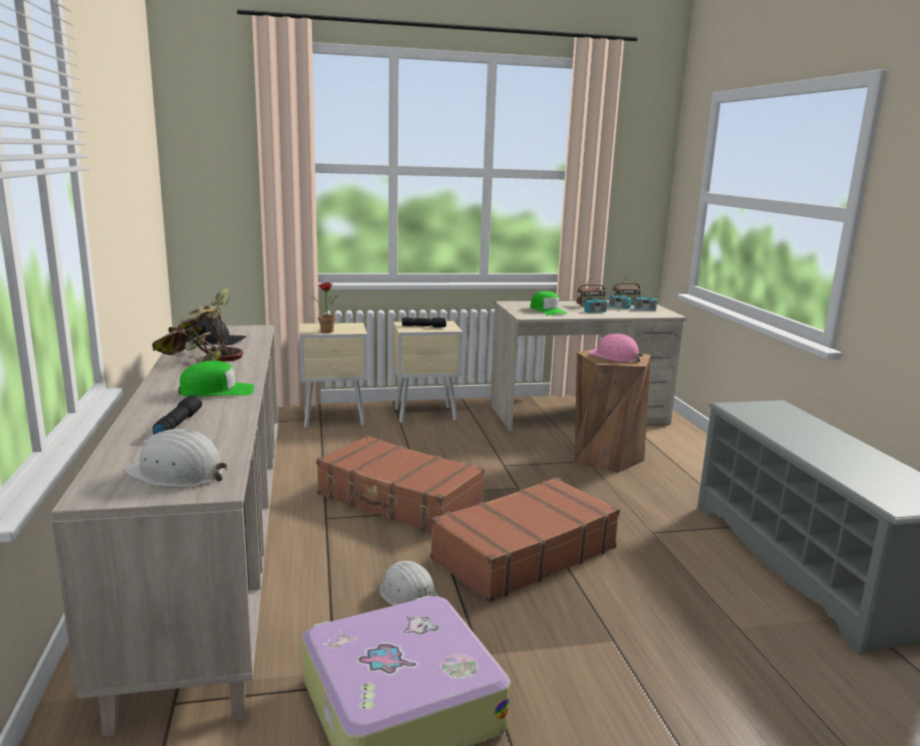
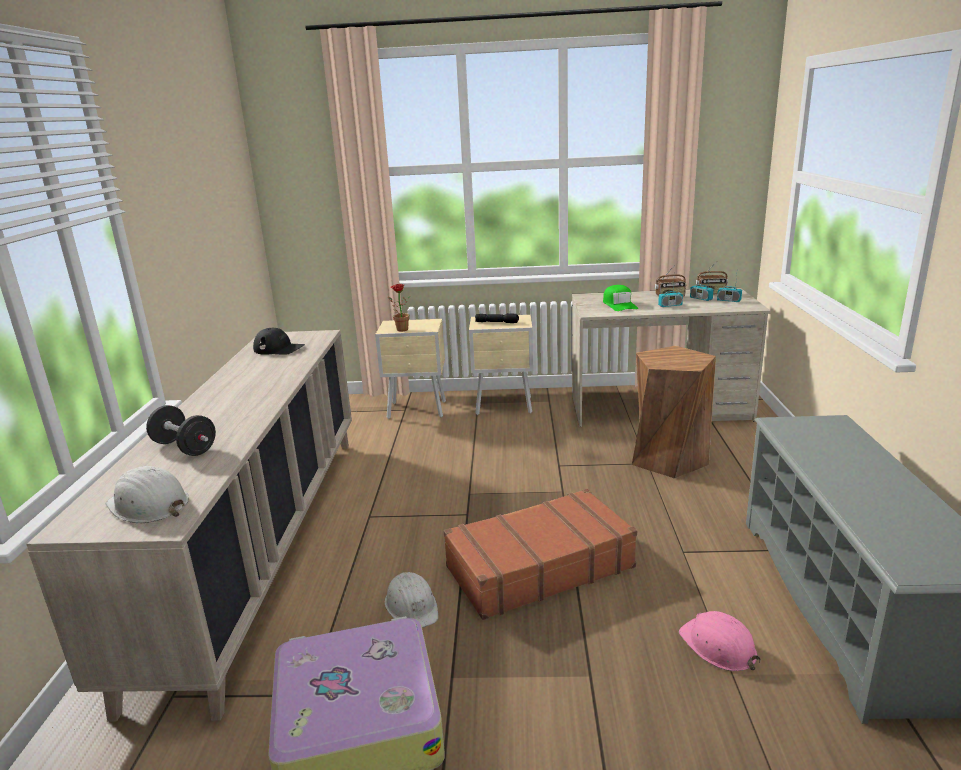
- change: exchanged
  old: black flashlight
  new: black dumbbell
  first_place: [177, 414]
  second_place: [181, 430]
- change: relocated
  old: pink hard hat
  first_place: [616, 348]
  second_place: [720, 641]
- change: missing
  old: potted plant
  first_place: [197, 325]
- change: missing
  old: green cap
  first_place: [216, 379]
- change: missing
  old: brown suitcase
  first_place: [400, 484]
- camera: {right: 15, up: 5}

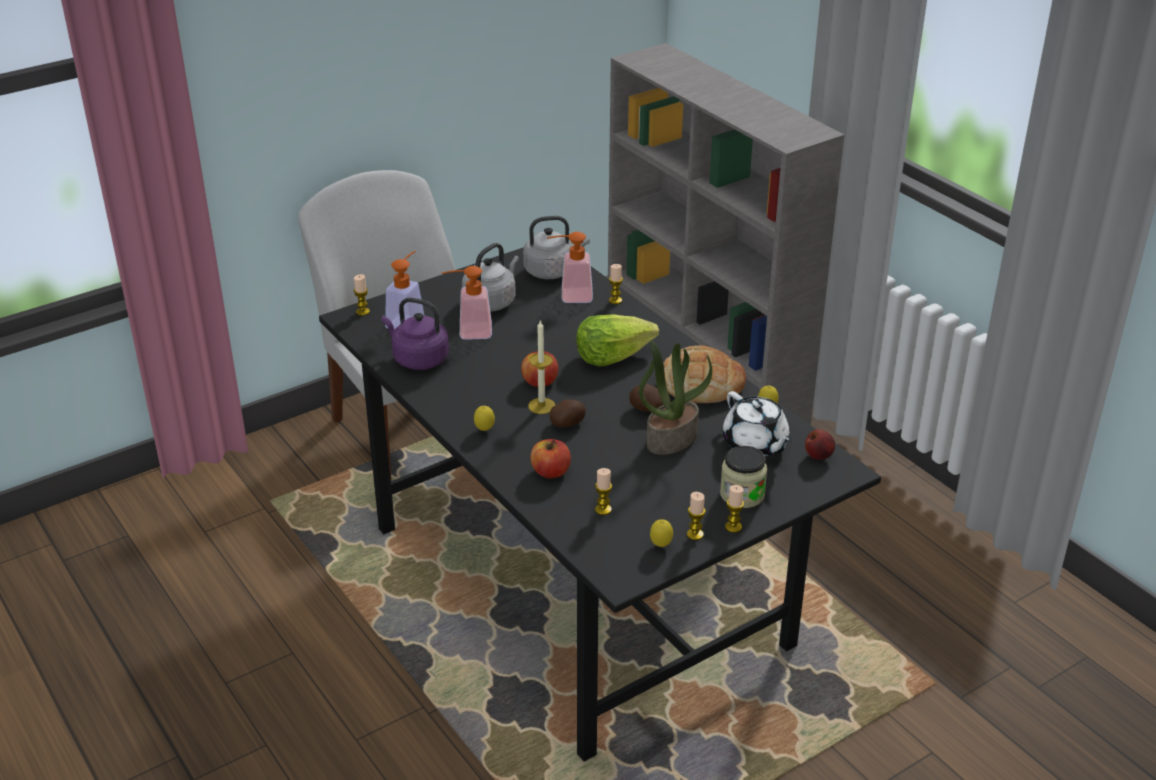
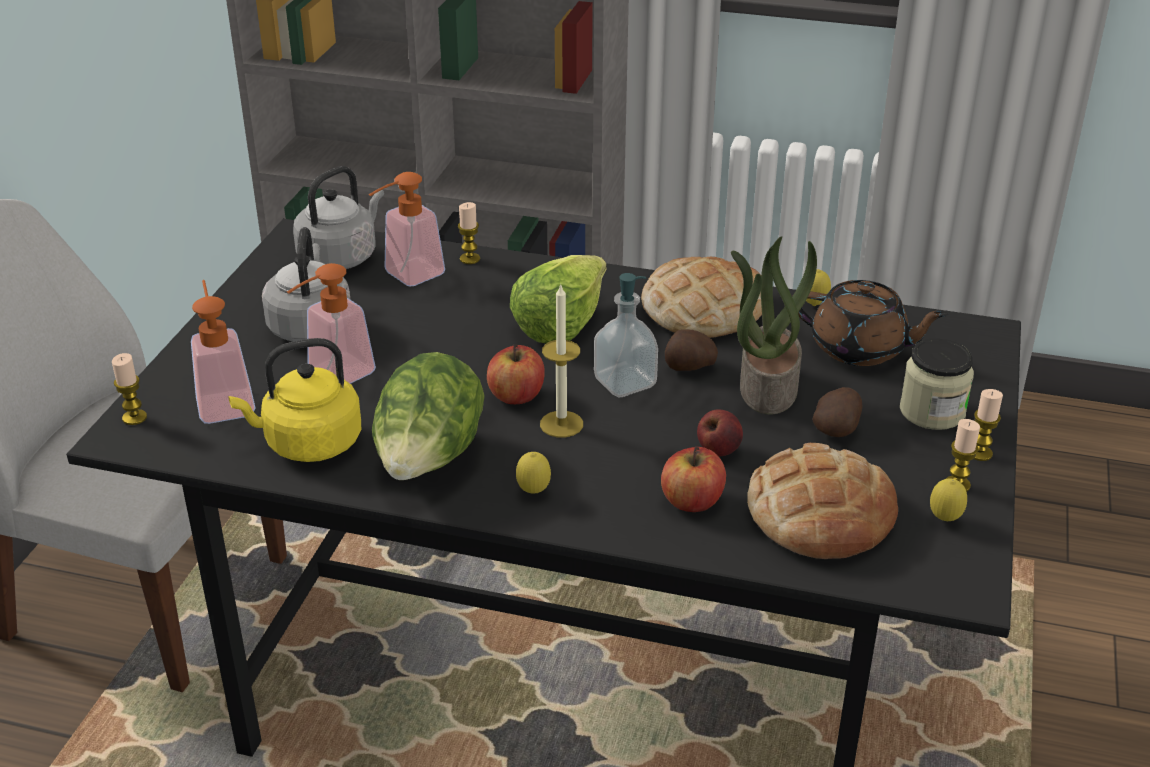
- change: colour
  old: purple kettle
  new: yellow kettle
  first_place: [415, 334]
  second_place: [294, 400]
- change: appeared
  new: lettuce
  second_place: [428, 416]
- change: appeared
  new: soap dispenser
  second_place: [626, 335]
- change: relocated
  old: apple
  first_place: [820, 444]
  second_place: [720, 433]
- change: exchanged
  old: candle
  new: bread
  first_place: [603, 491]
  second_place: [822, 501]
- change: colour
  old: white teapot
  new: brown teapot
  first_place: [757, 423]
  second_place: [871, 323]
- change: relocated
  old: potato
  first_place: [568, 413]
  second_place: [837, 412]
- camera: {right: -40, up: 0}

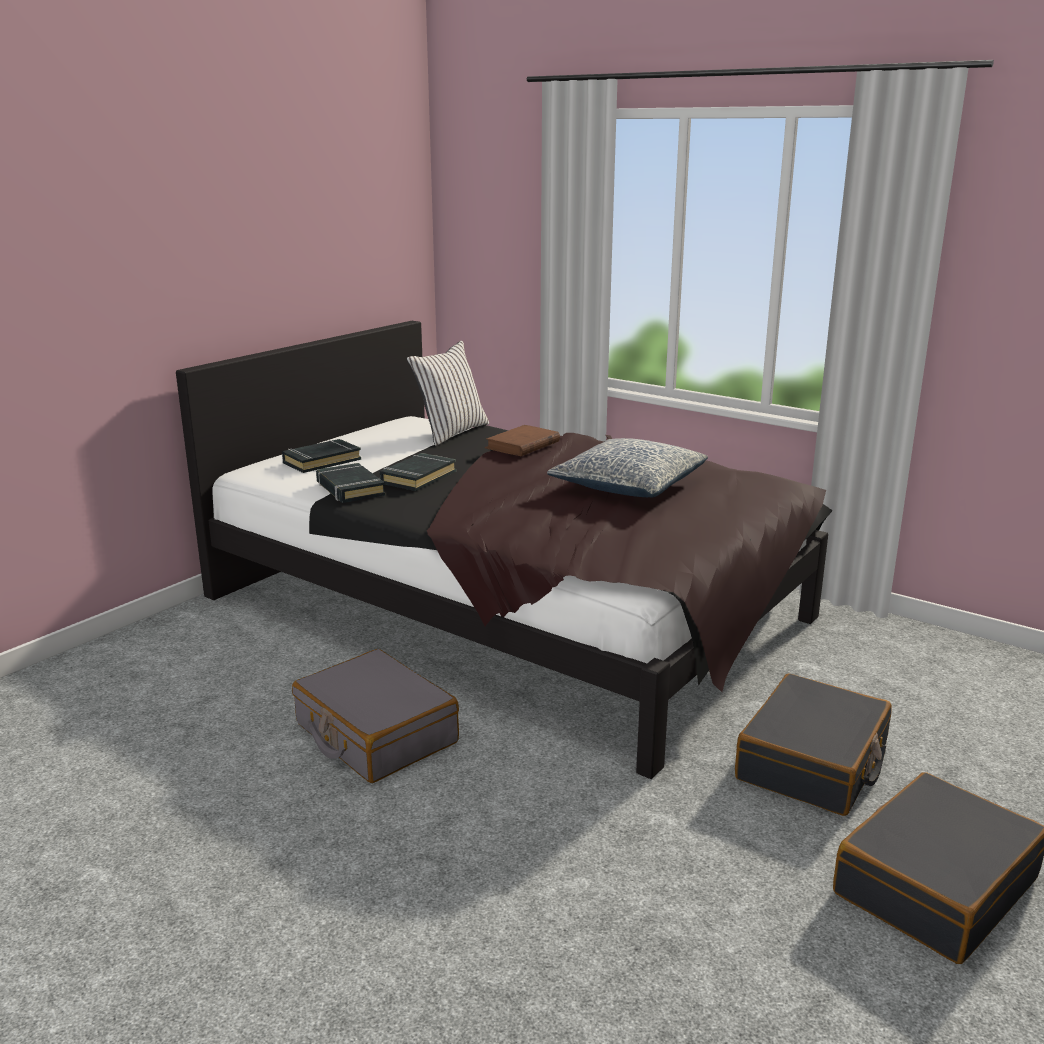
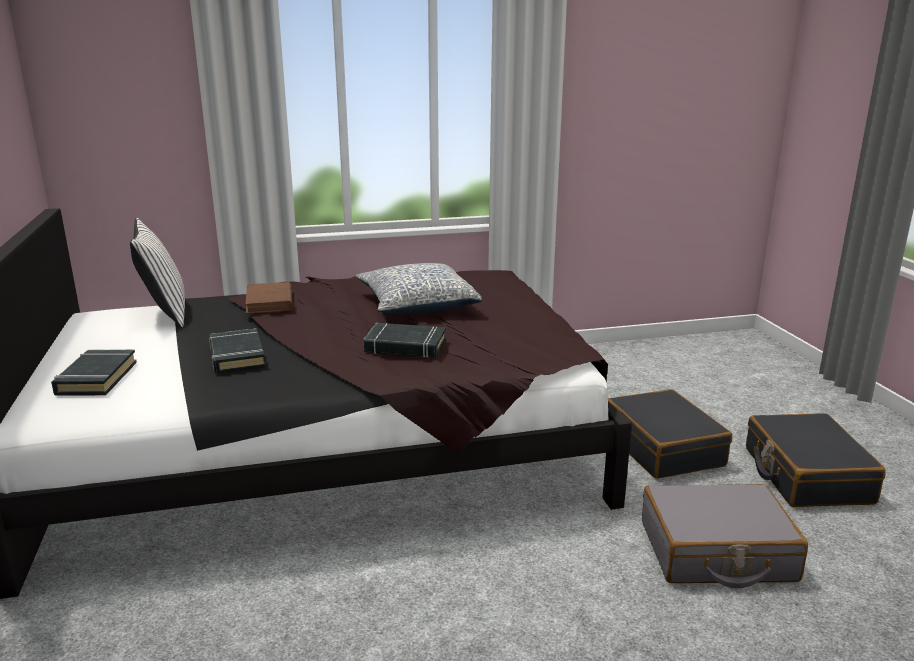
- change: relocated
  old: black book
  first_place: [350, 483]
  second_place: [405, 340]
- change: relocated
  old: grey suitcase
  first_place: [375, 716]
  second_place: [725, 536]
- camera: {right: -50, up: 0}

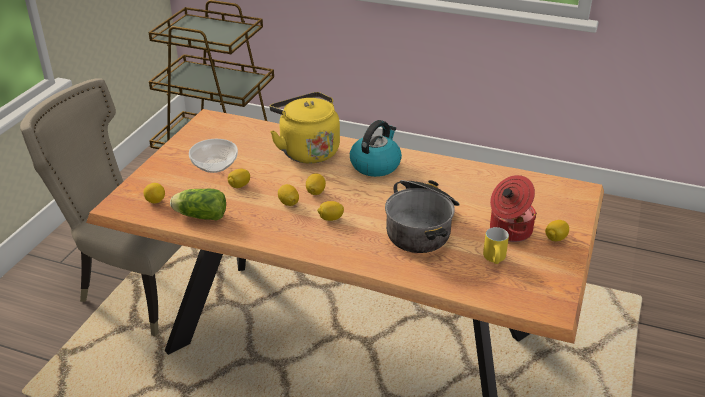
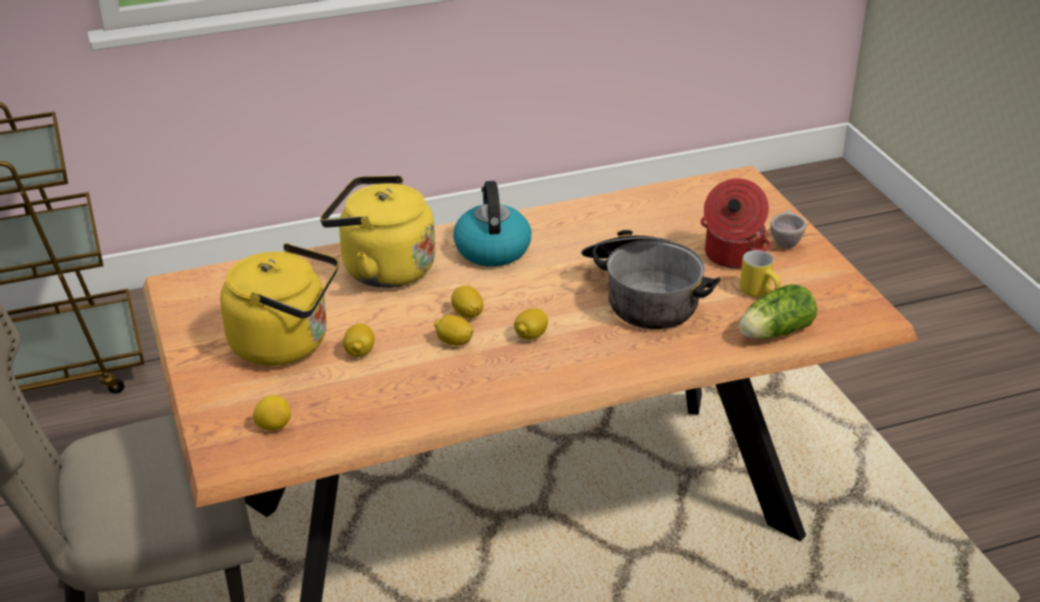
- change: exchanged
  old: bowl
  new: yellow kettle
  first_place: [213, 156]
  second_place: [279, 304]
- change: relocated
  old: lettuce
  first_place: [198, 205]
  second_place: [778, 311]
- change: exchanged
  old: lemon
  new: beige cup
  first_place: [557, 230]
  second_place: [788, 229]
- camera: {right: -40, up: 0}

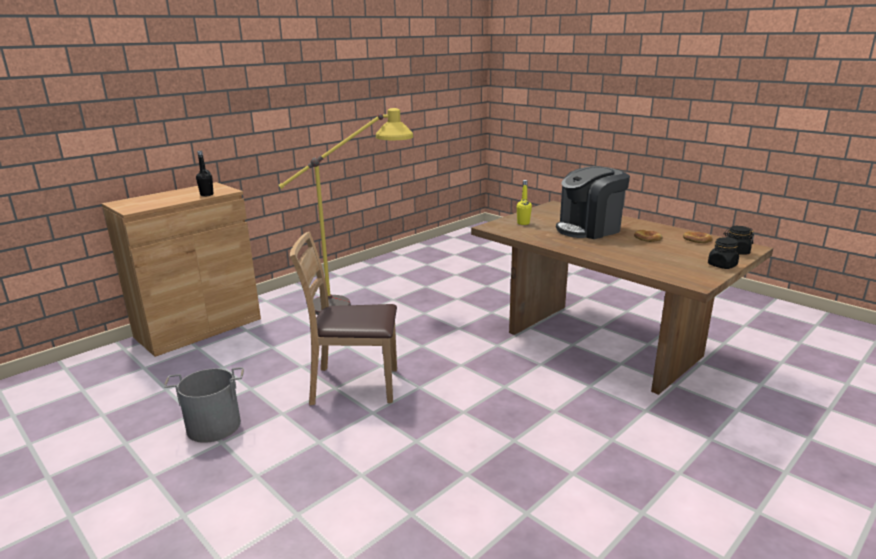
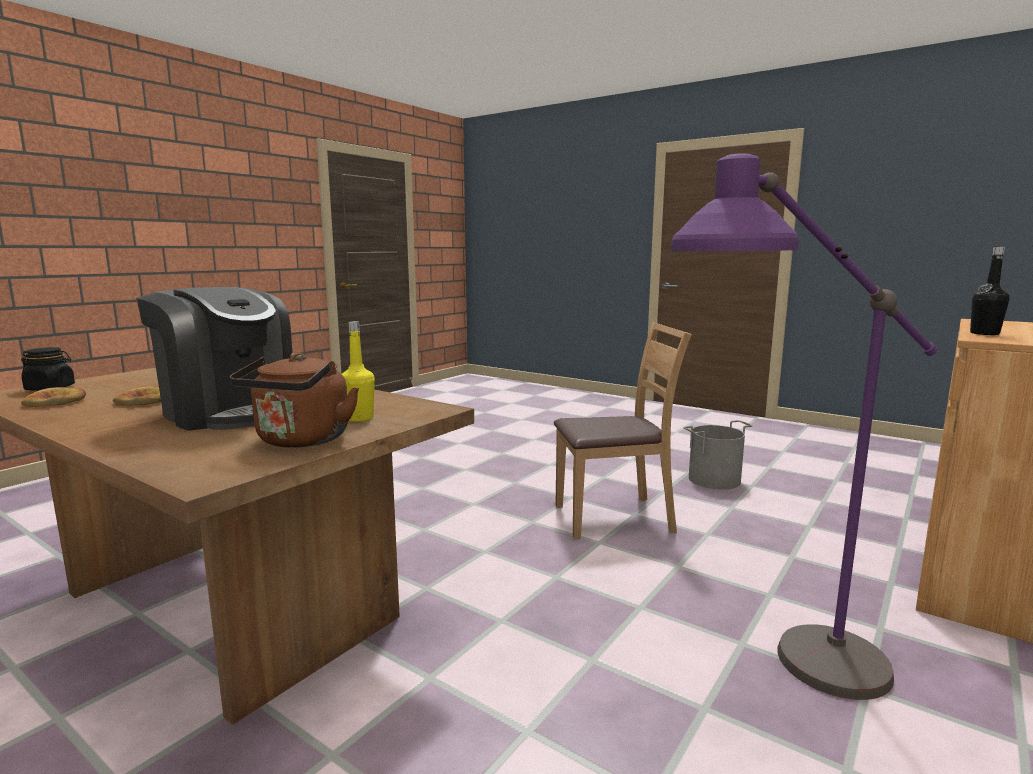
- change: spun
  old: coffee machine
  first_place: [593, 202]
  second_place: [214, 359]
  degrees: 75
- change: appeared
  new: brown kettle
  second_place: [294, 400]
- change: colour
  old: yellow floor lamp
  new: purple floor lamp
  first_place: [346, 211]
  second_place: [804, 426]
- change: missing
  old: black jar
  first_place: [723, 253]
- camera: {right: 170, up: -10}

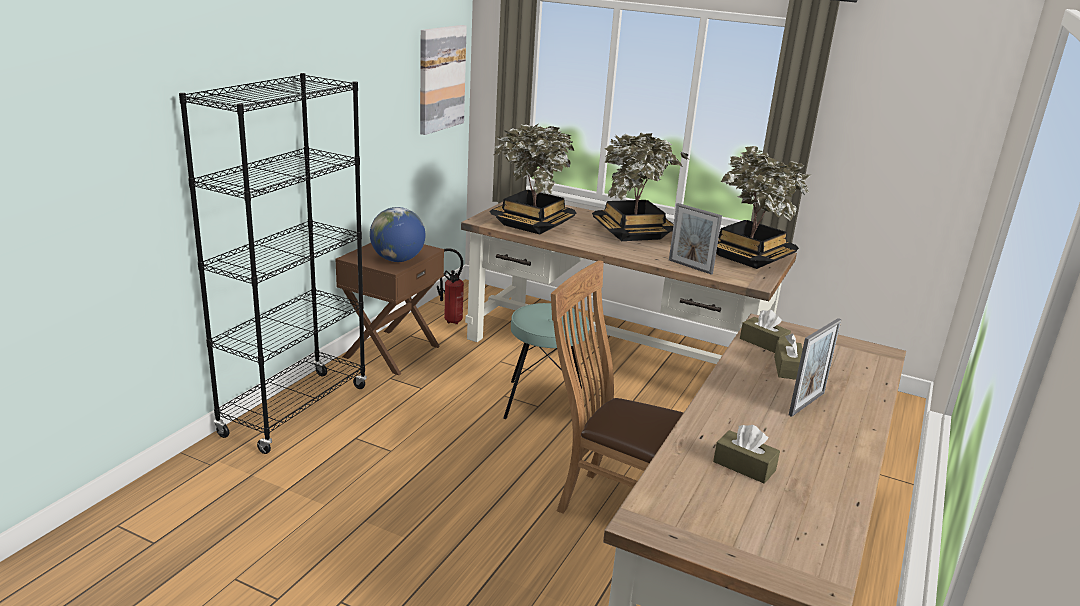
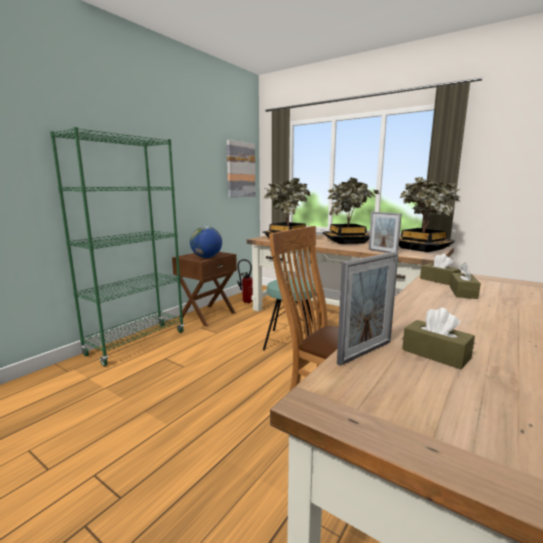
- change: colour
  old: black bookcase
  new: green bookcase
  first_place: [273, 263]
  second_place: [117, 246]
- change: relocated
  old: picture frame
  first_place: [815, 367]
  second_place: [368, 309]
- camera: {right: 10, up: -10}

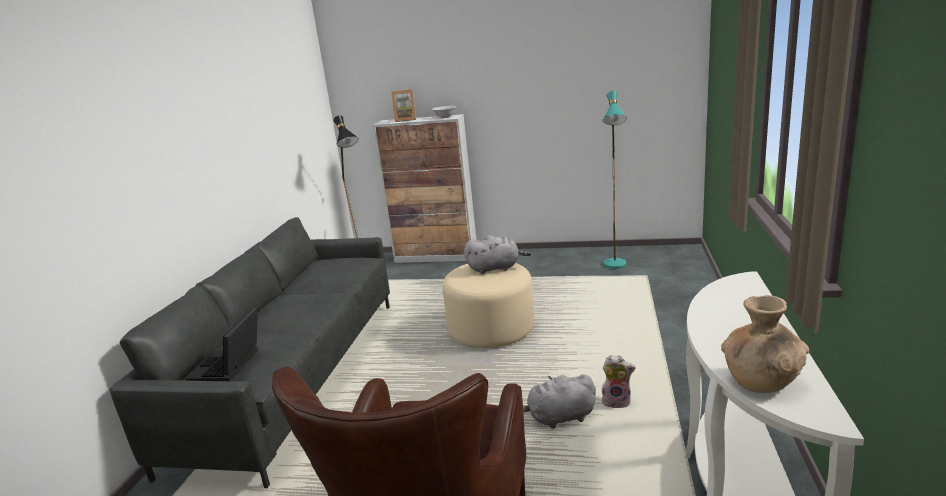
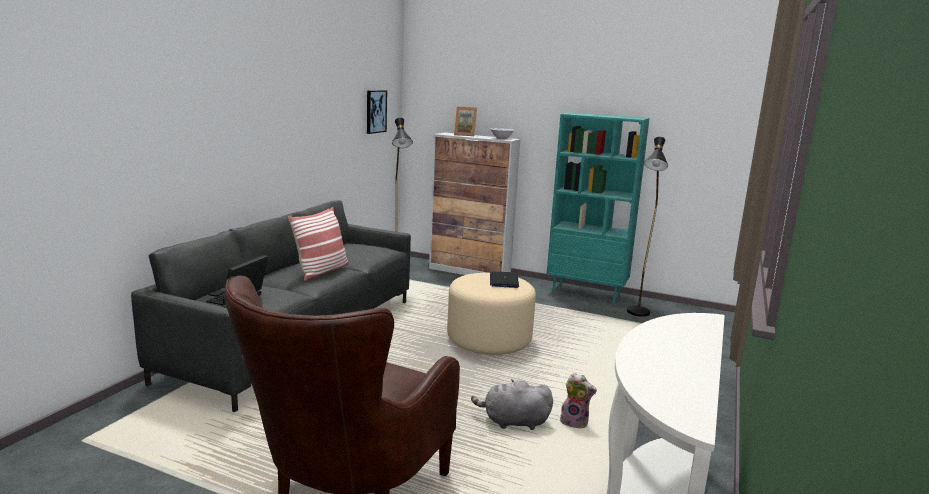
- change: appeared
  new: pillow
  second_place: [318, 244]
- change: appeared
  new: picture
  second_place: [377, 112]
- change: exchanged
  old: grey plush toy
  new: laptop
  first_place: [497, 254]
  second_place: [504, 280]
- change: appeared
  new: turquoise bookcase
  second_place: [598, 208]
- change: colour
  old: turquoise floor lamp
  new: black floor lamp
  first_place: [614, 180]
  second_place: [647, 227]
- change: missing
  old: brown vase
  first_place: [765, 344]
- camera: {right: 10, up: -5}

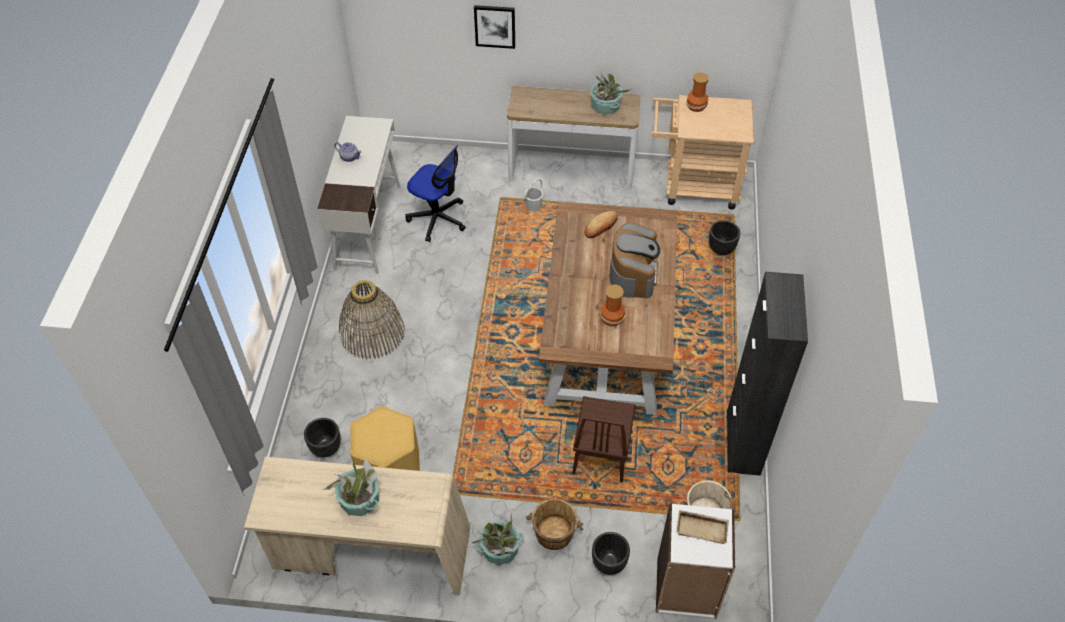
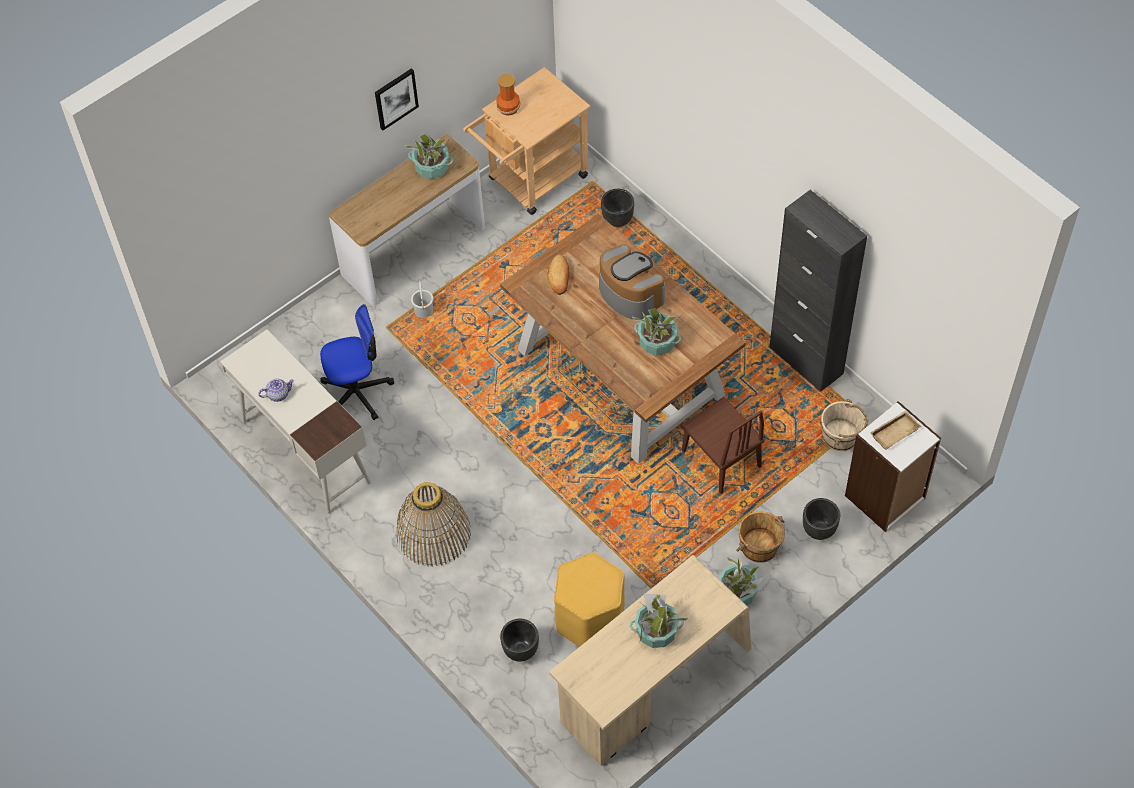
- change: relocated
  old: picture
  first_place: [494, 27]
  second_place: [397, 99]
- change: exchanged
  old: vase
  new: potted plant
  first_place: [612, 305]
  second_place: [657, 332]
- camera: {right: -45, up: 5}

